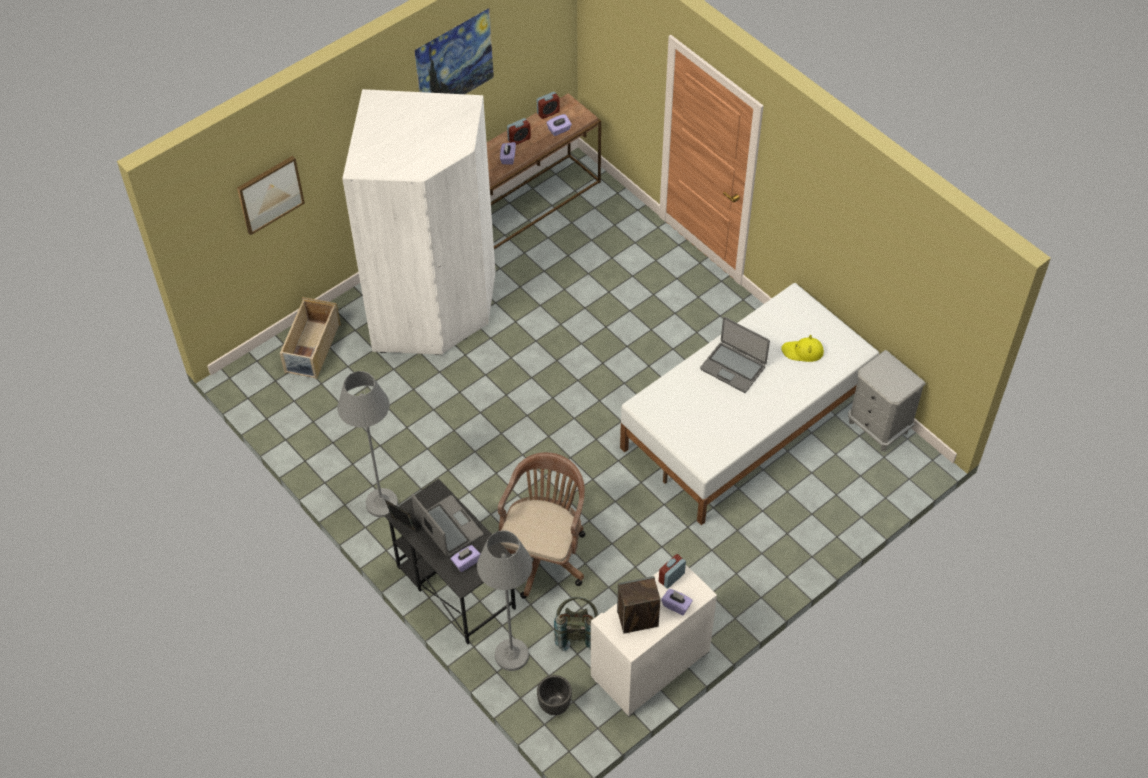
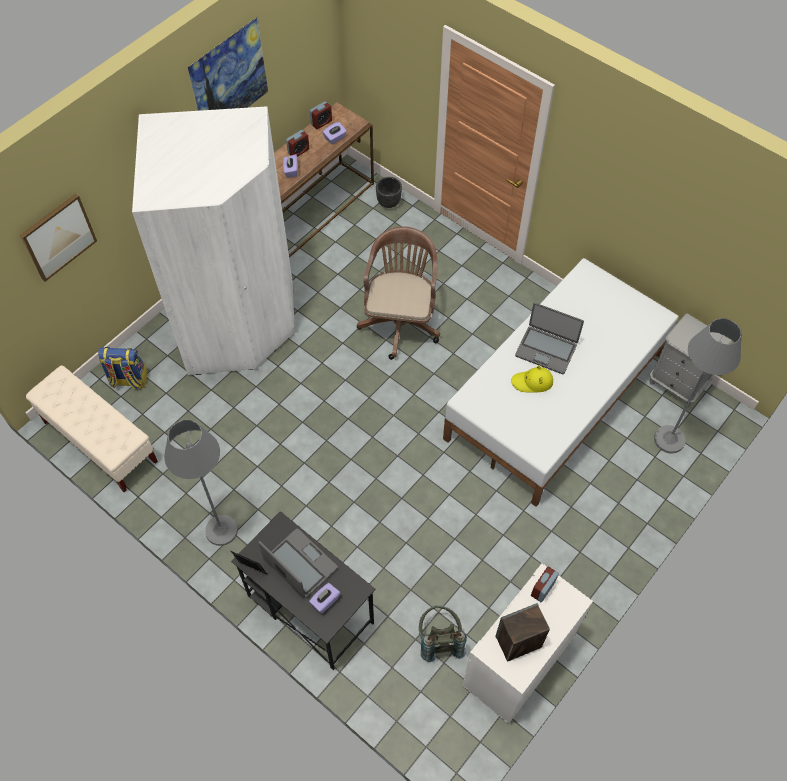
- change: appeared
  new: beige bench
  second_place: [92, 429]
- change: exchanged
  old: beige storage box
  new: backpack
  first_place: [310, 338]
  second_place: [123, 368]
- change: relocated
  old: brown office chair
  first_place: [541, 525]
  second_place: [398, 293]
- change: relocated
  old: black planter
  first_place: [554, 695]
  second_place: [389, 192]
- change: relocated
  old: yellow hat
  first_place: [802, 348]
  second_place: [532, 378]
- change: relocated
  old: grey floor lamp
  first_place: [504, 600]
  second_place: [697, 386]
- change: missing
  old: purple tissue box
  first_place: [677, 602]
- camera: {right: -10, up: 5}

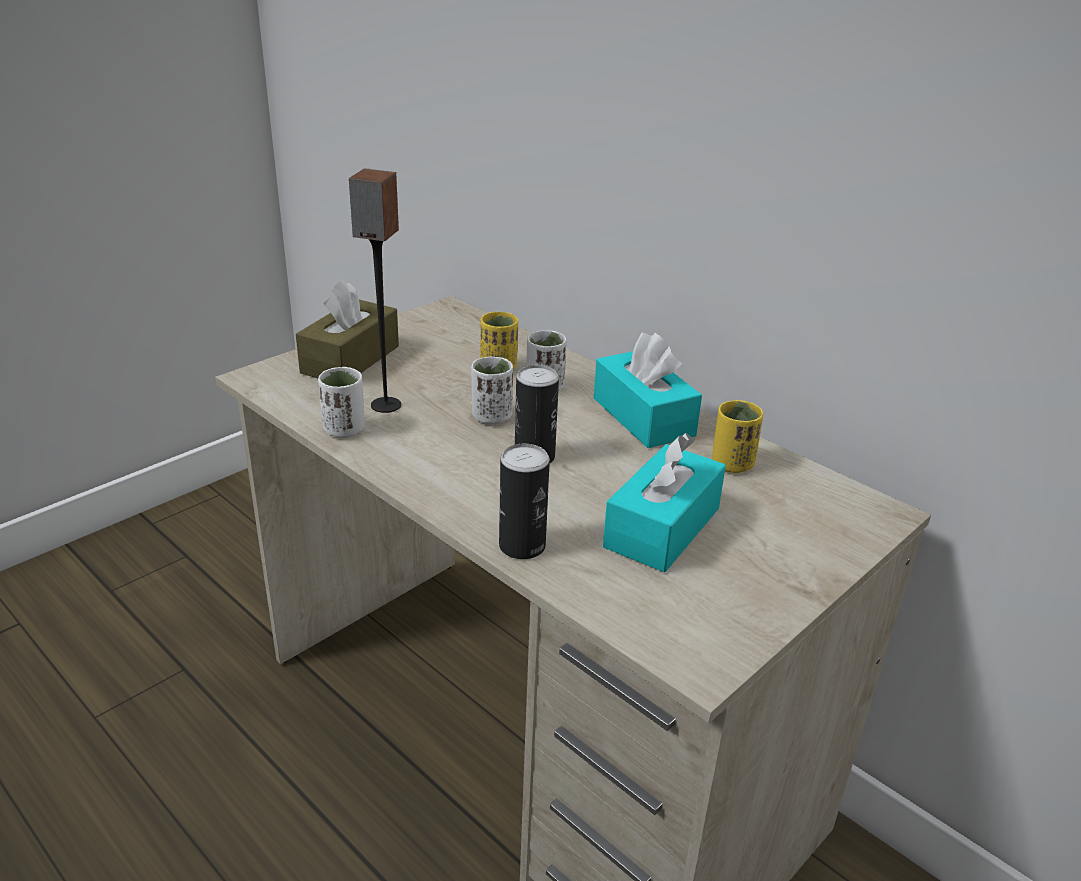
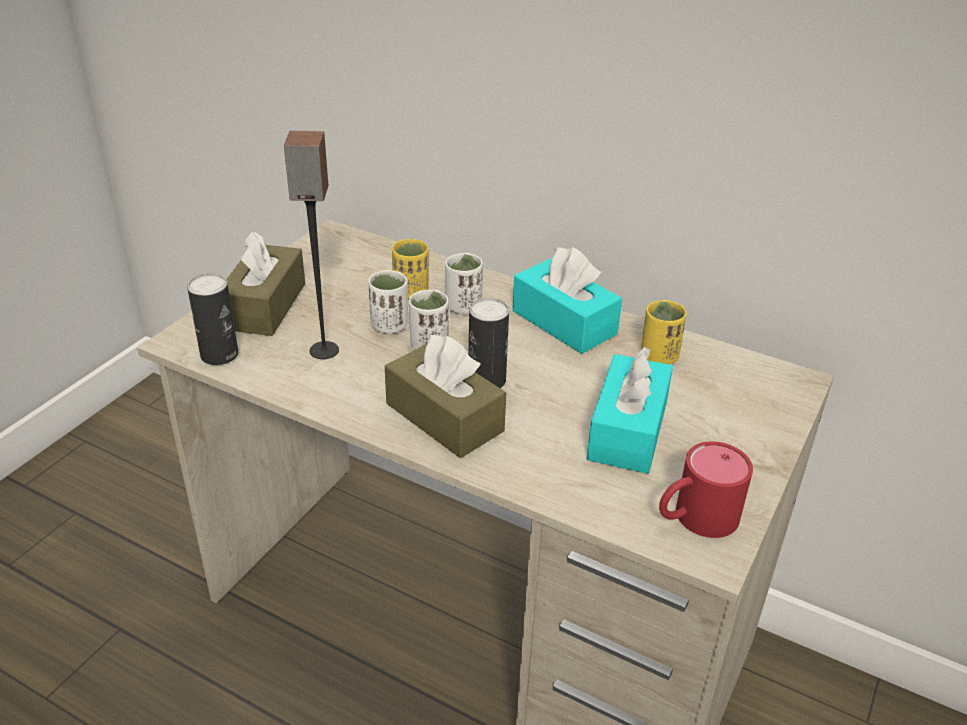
- change: relocated
  old: can
  first_place: [524, 501]
  second_place: [212, 319]
- change: relocated
  old: white cup
  first_place: [341, 402]
  second_place: [388, 302]
- change: appeared
  new: brown tissue box
  second_place: [445, 396]
- change: appeared
  new: red mug
  second_place: [706, 489]
- camera: {right: -15, up: 5}

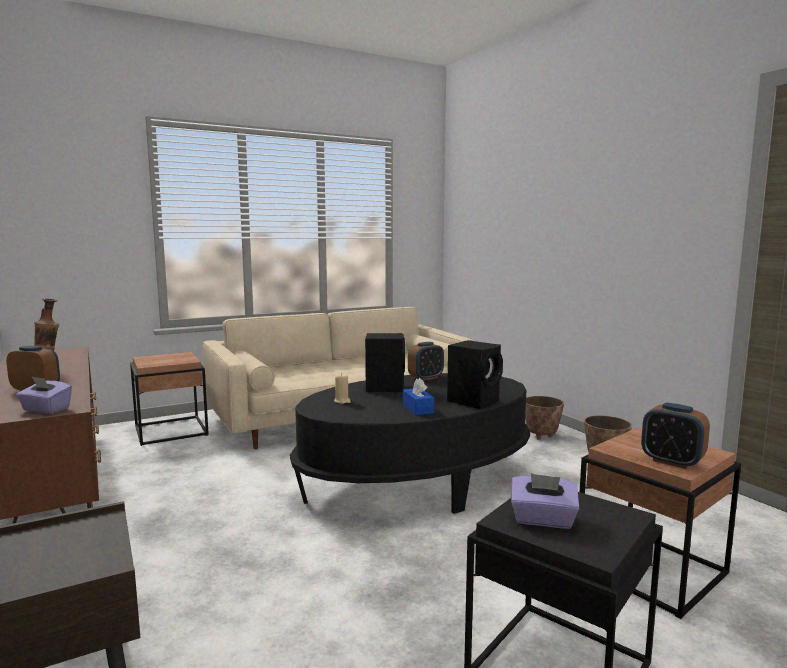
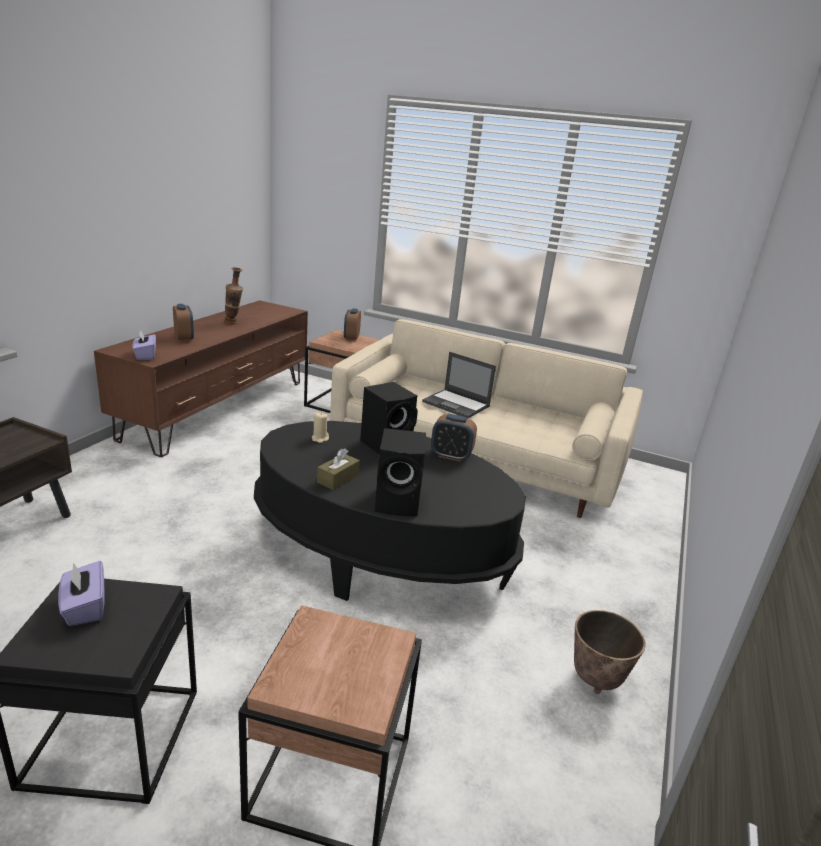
- change: colour
  old: blue tissue box
  new: brown tissue box
  first_place: [418, 396]
  second_place: [338, 469]
- change: relocated
  old: alarm clock
  first_place: [675, 435]
  second_place: [352, 324]
- change: appeared
  new: laptop
  second_place: [459, 385]
- change: missing
  old: planter
  first_place: [544, 418]
- camera: {right: 50, up: 15}

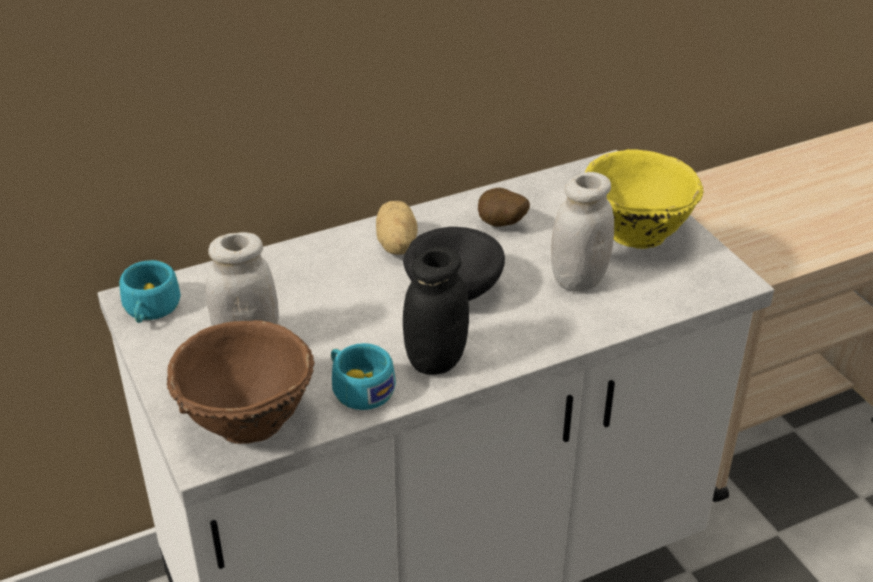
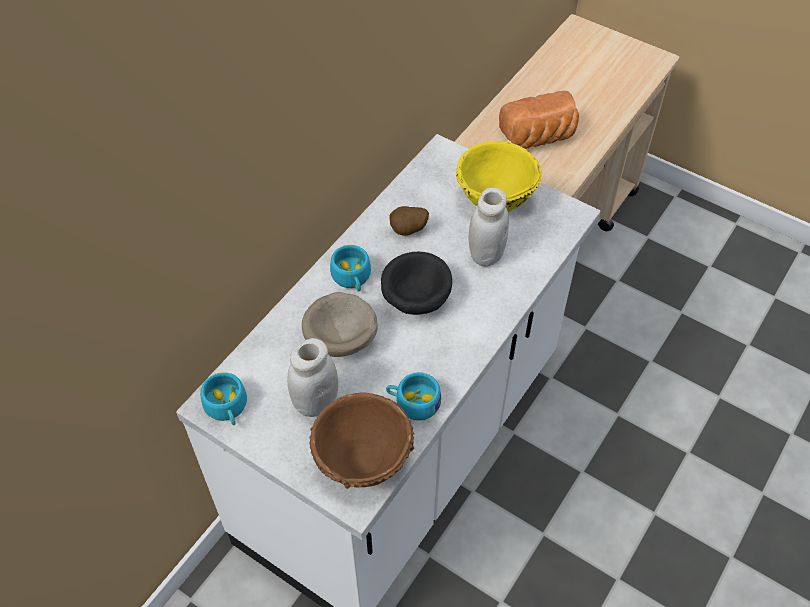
- change: appeared
  new: beige bowl
  second_place: [340, 324]
- change: exchanged
  old: potato
  new: turquoise cup
  first_place: [397, 228]
  second_place: [350, 268]
- change: appeared
  new: bread
  second_place: [539, 120]
- change: missing
  old: black jar
  first_place: [436, 311]
- camera: {right: -30, up: 15}

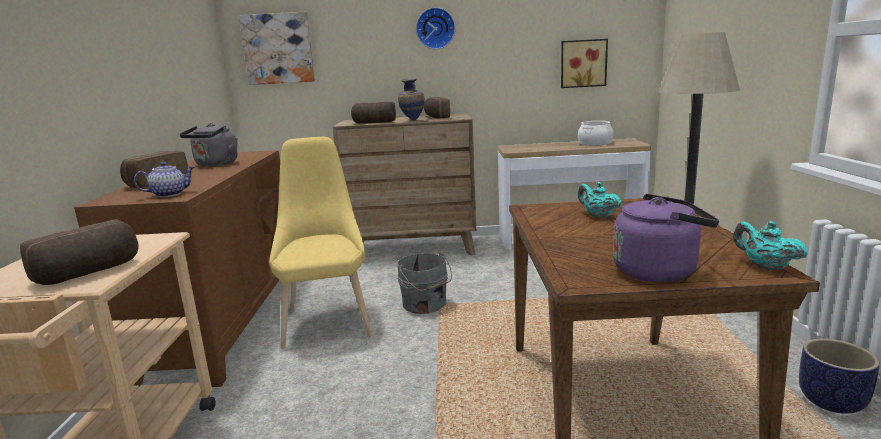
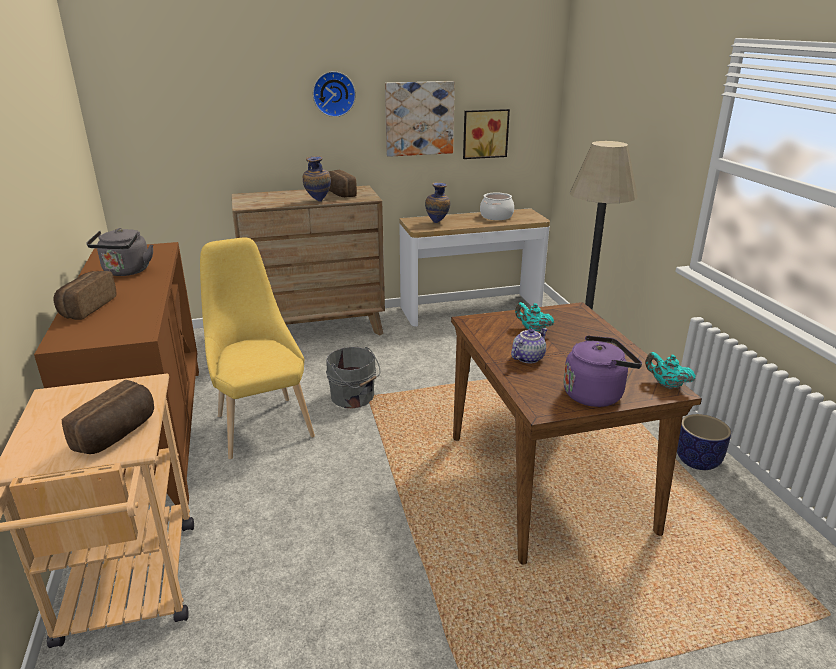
- change: relocated
  old: picture
  first_place: [277, 48]
  second_place: [420, 119]
- change: appeared
  new: vase
  second_place: [437, 202]
- change: relocated
  old: teapot
  first_place: [164, 179]
  second_place: [529, 346]
- change: missing
  old: bread
  first_place: [373, 113]
- camera: {right: -15, up: 10}

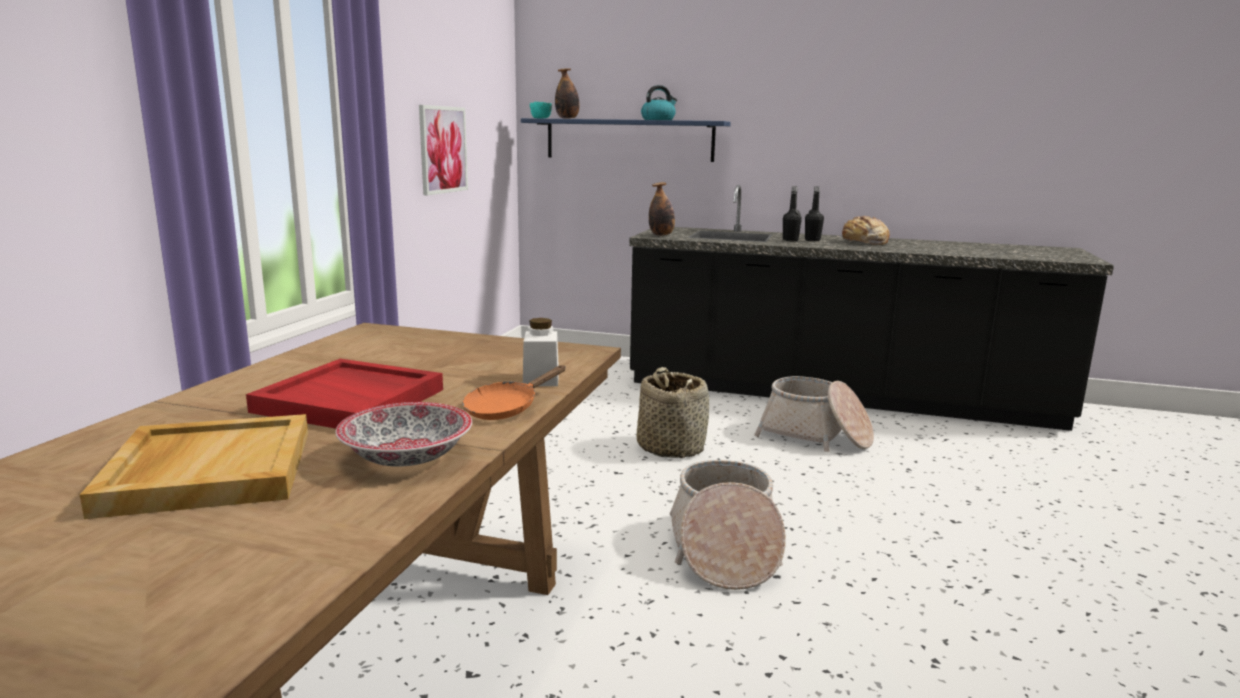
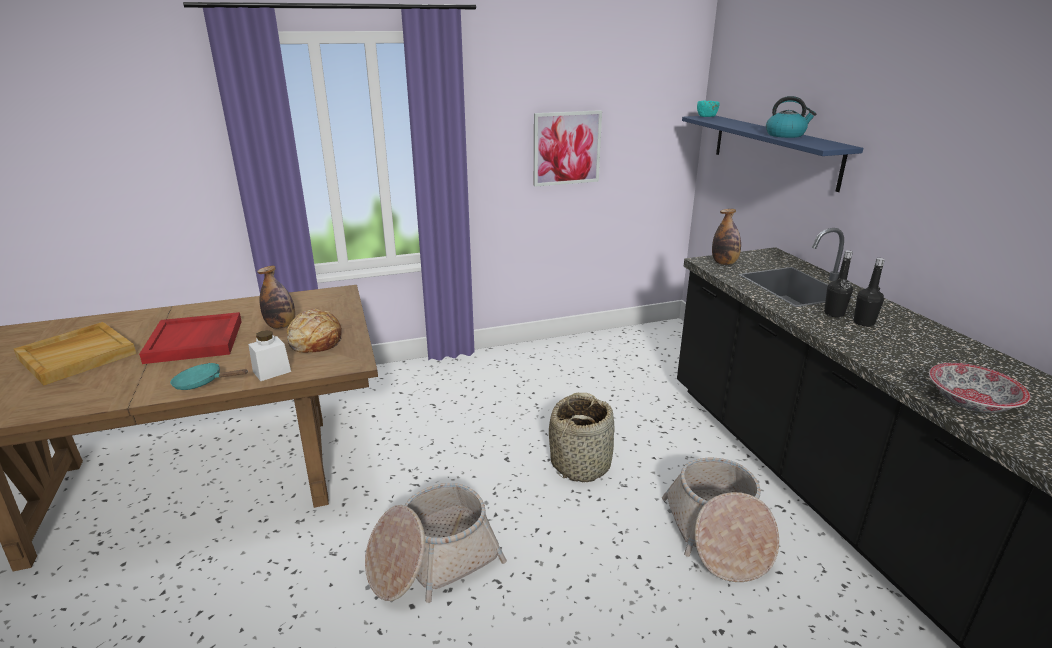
- change: colour
  old: orange frying pan
  new: turquoise frying pan
  first_place: [514, 392]
  second_place: [209, 376]
- change: relocated
  old: bottle
  first_place: [567, 93]
  second_place: [276, 297]
- change: relocated
  old: bread
  first_place: [863, 230]
  second_place: [314, 331]
- change: relocated
  old: bowl
  first_place: [404, 434]
  second_place: [979, 388]
- camera: {right: 55, up: 10}

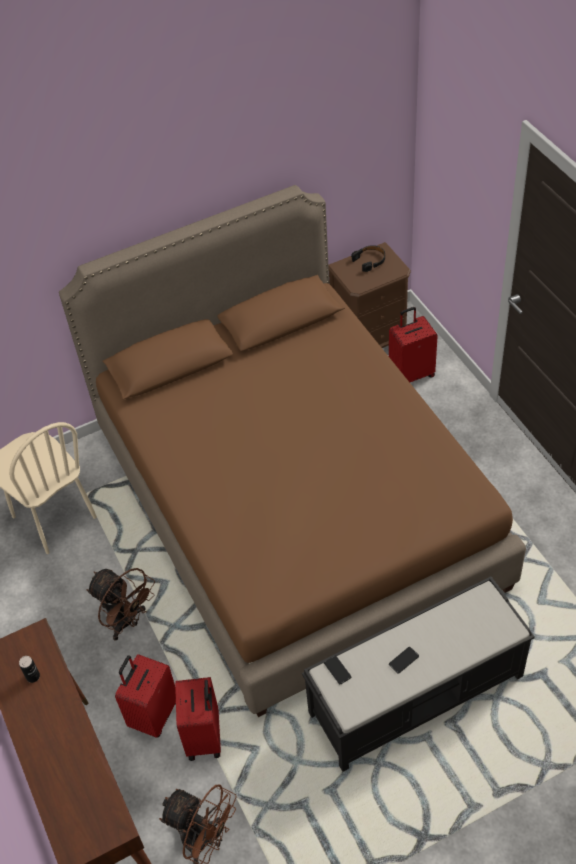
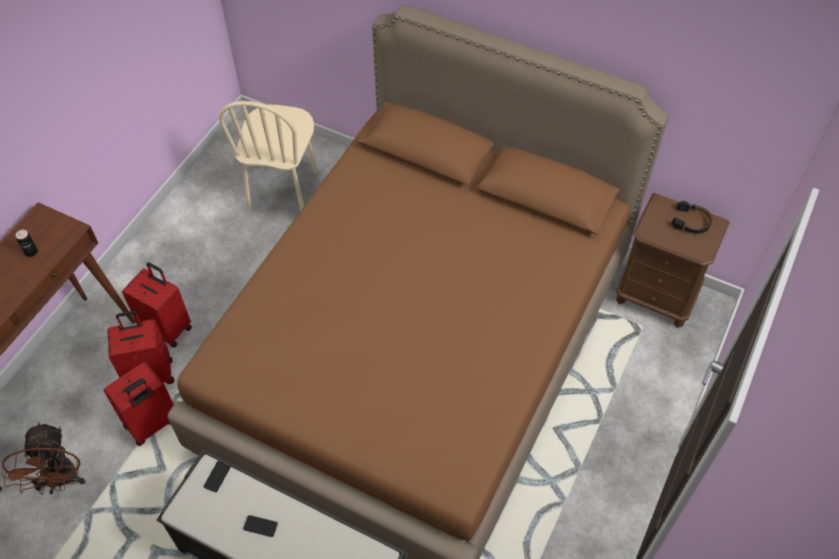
- change: relocated
  old: red suitcase
  first_place: [413, 344]
  second_place: [157, 305]
- change: missing
  old: brown fan
  first_place: [120, 604]
- camera: {right: 50, up: 5}

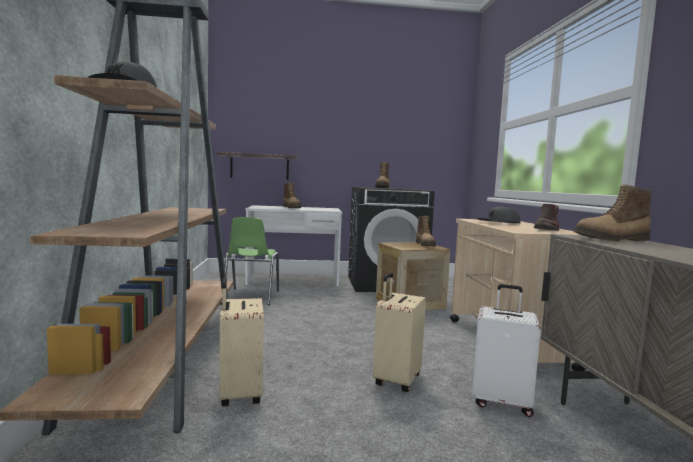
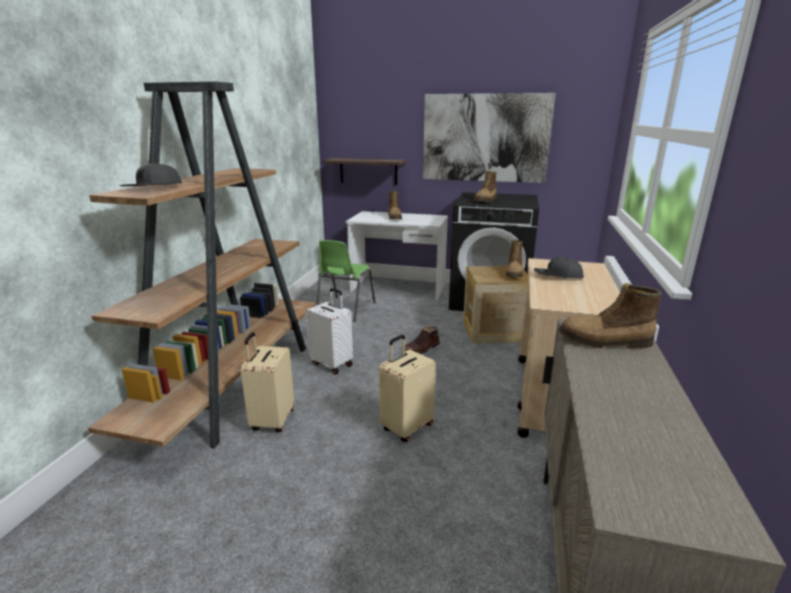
- change: relocated
  old: white suitcase
  first_place: [506, 350]
  second_place: [329, 331]
- change: relocated
  old: brown boot
  first_place: [546, 217]
  second_place: [420, 340]
- change: appeared
  new: picture
  second_place: [489, 138]
- camera: {right: 20, up: 15}

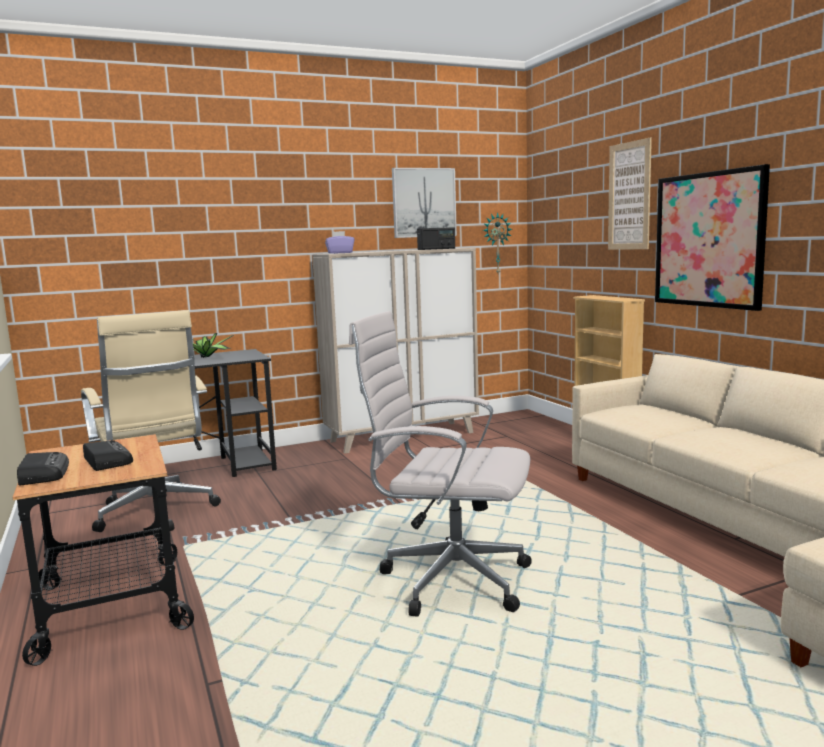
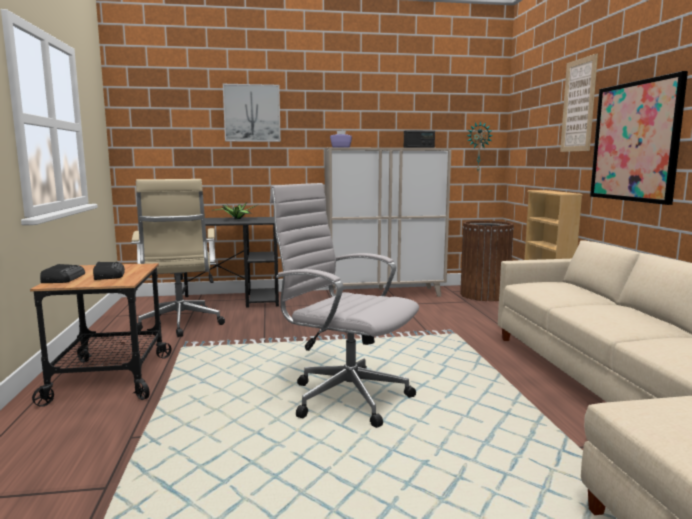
- change: relocated
  old: picture
  first_place: [424, 203]
  second_place: [252, 113]
- change: appeared
  new: brown trash can
  second_place: [487, 260]
- camera: {right: 15, up: 0}

